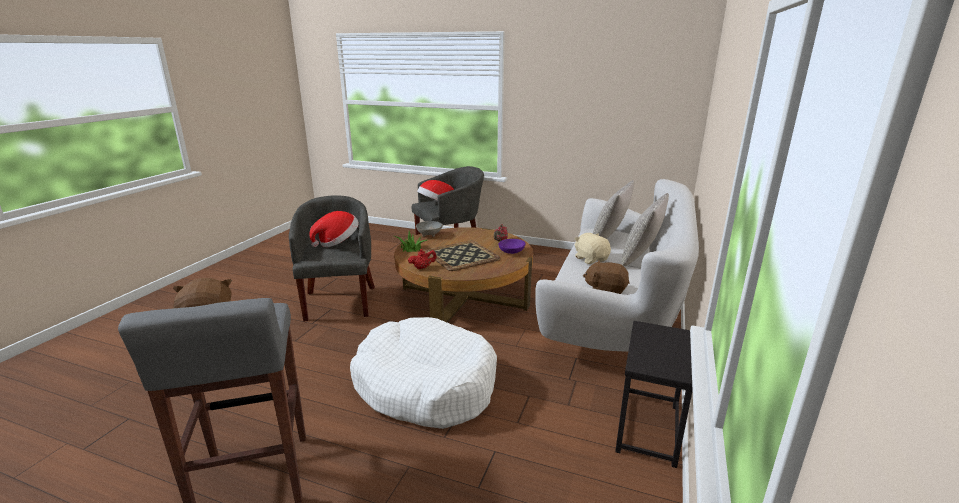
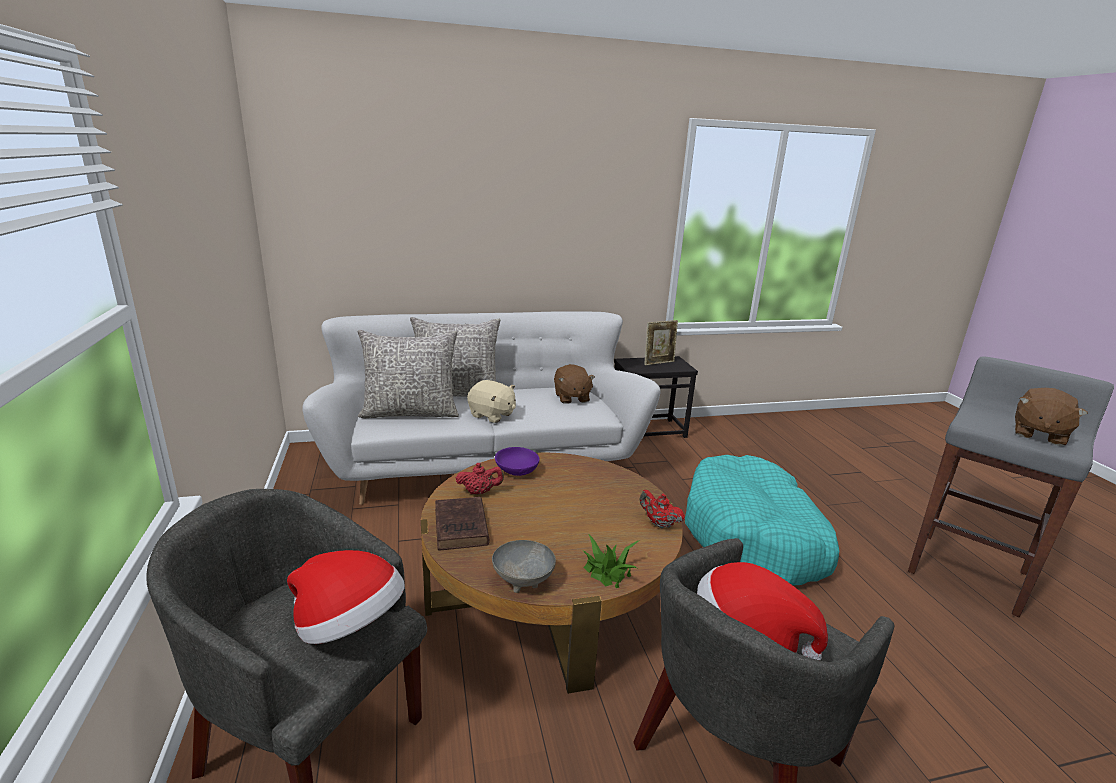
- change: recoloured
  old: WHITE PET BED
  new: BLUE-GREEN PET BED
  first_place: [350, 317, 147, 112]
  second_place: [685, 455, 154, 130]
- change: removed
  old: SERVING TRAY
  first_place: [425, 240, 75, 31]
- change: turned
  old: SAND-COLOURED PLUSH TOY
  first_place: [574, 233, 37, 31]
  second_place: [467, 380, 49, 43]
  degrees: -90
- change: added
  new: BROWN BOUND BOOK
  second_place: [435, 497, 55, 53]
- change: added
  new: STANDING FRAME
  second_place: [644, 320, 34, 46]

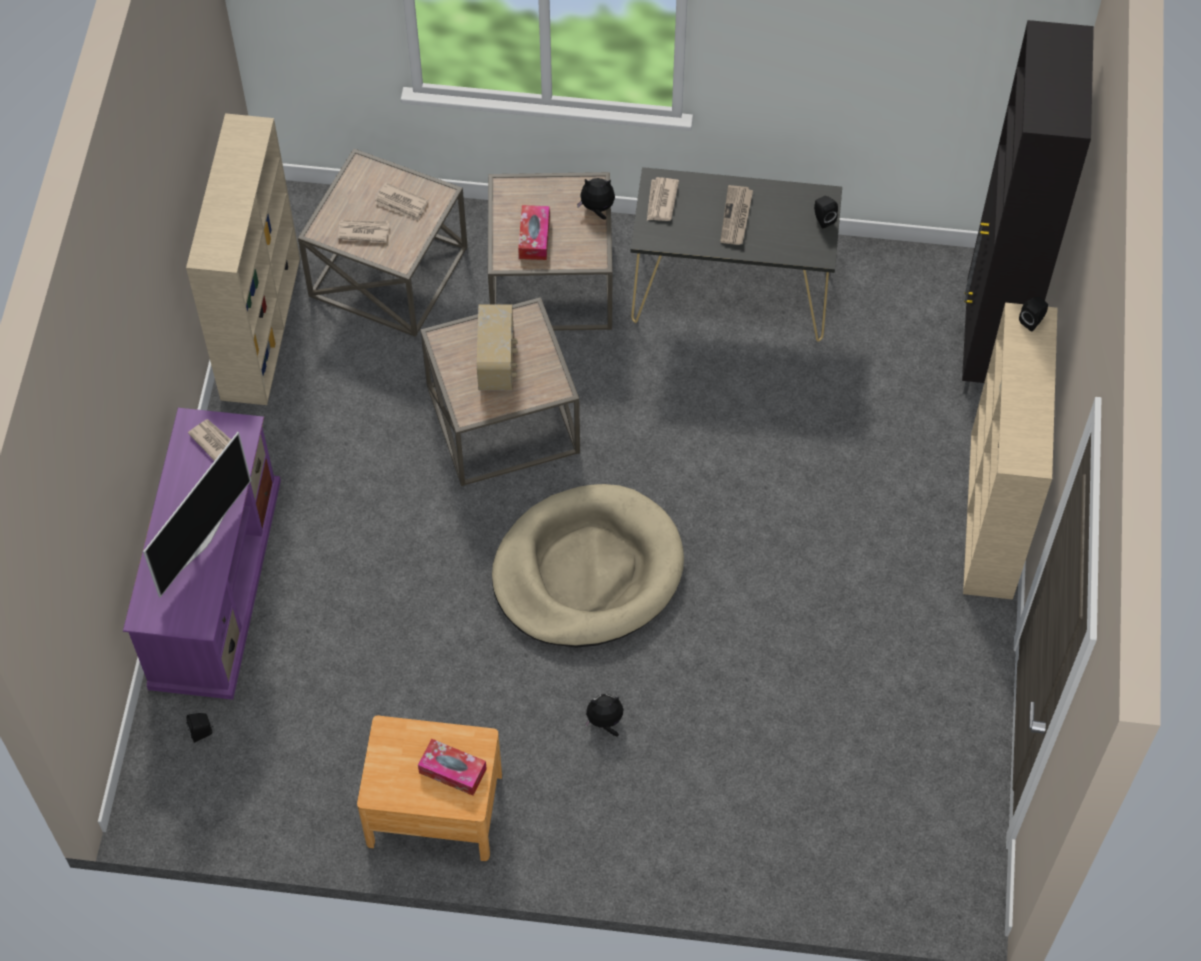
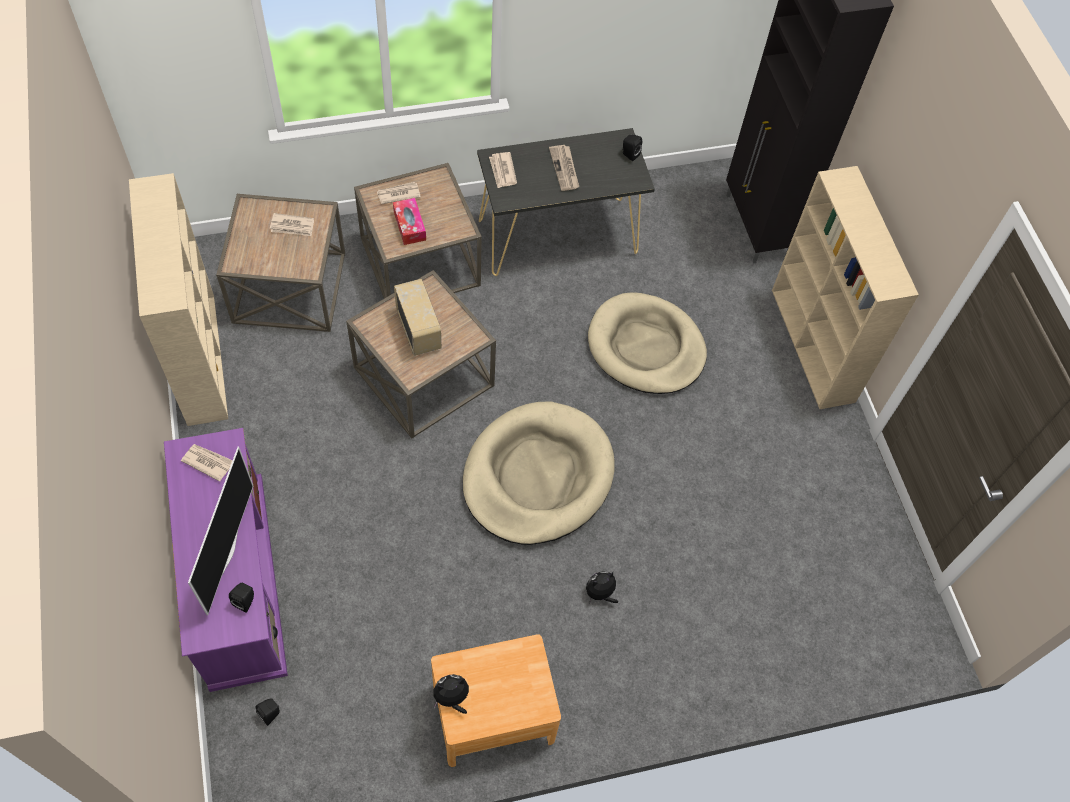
- change: moved
  old: PRINTED PAPER
  first_place: [338, 220, 51, 22]
  second_place: [377, 182, 44, 22]
- change: removed
  old: TISSUE BOX
  first_place: [418, 739, 69, 57]
- change: moved
  old: PLUSH TOY
  first_place: [577, 178, 38, 42]
  second_place: [433, 674, 36, 40]
- change: moved
  old: BLACK AUDIO SPEAKER
  first_place: [1019, 297, 29, 34]
  second_place: [229, 582, 25, 31]
- change: added
  new: SAND-COLOURED PET BED
  second_place: [588, 293, 119, 101]

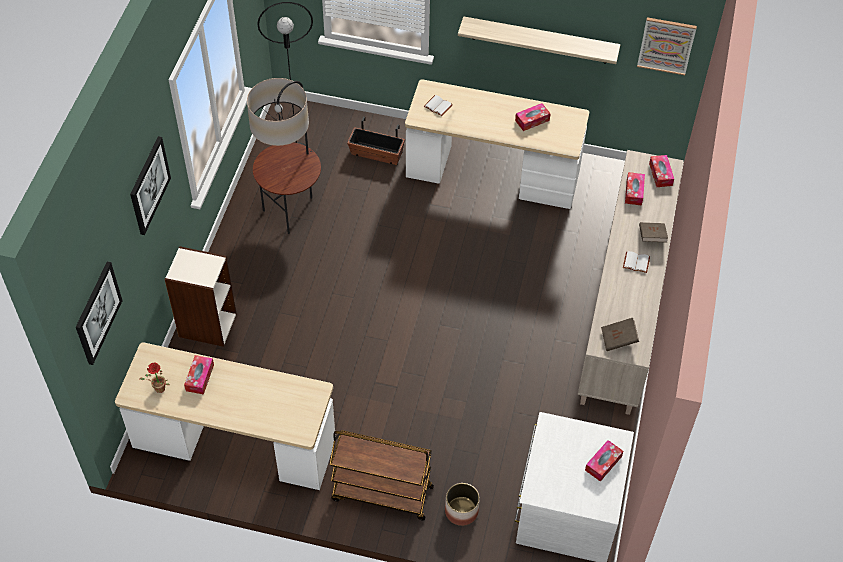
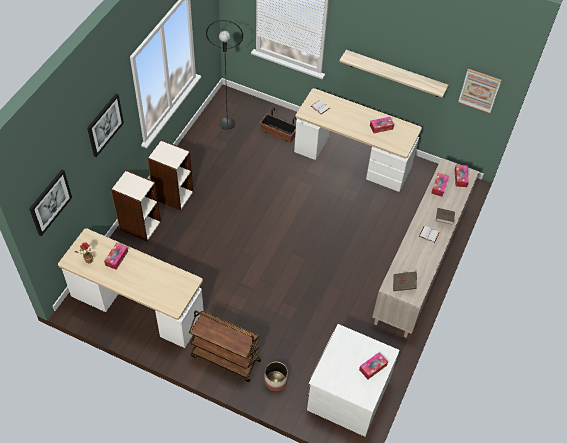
- change: removed
  old: STANDARD LAMP
  first_place: [247, 78, 74, 156]
- change: added
  new: BOOKSHELF
  second_place: [147, 140, 46, 71]

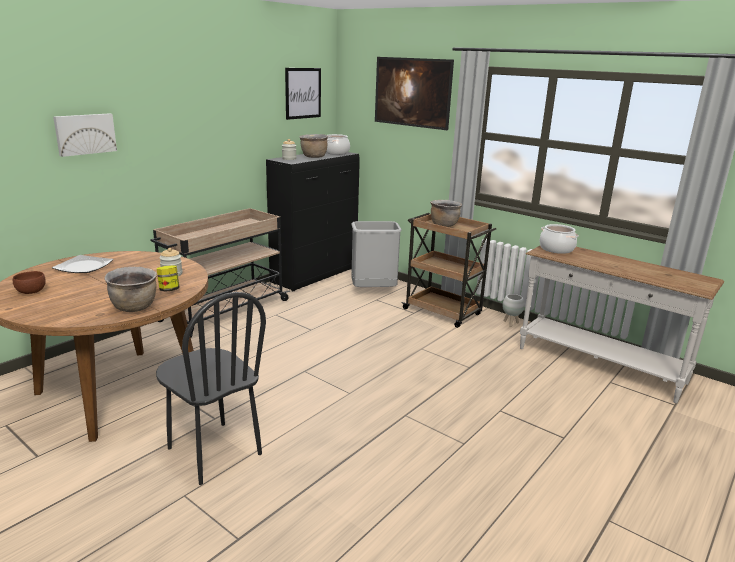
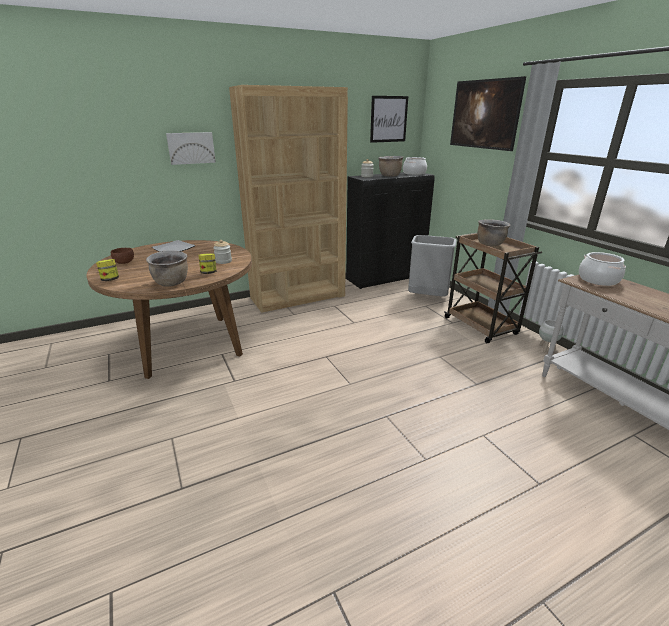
- change: replaced
  old: SAND-COLOURED TROLLEY
  new: BROWN BOOKSHELF
  first_place: [150, 208, 140, 130]
  second_place: [229, 85, 119, 228]
- change: removed
  old: BLACK CHAIR
  first_place: [156, 292, 110, 193]
- change: added
  new: JAR
  second_place: [96, 259, 23, 22]

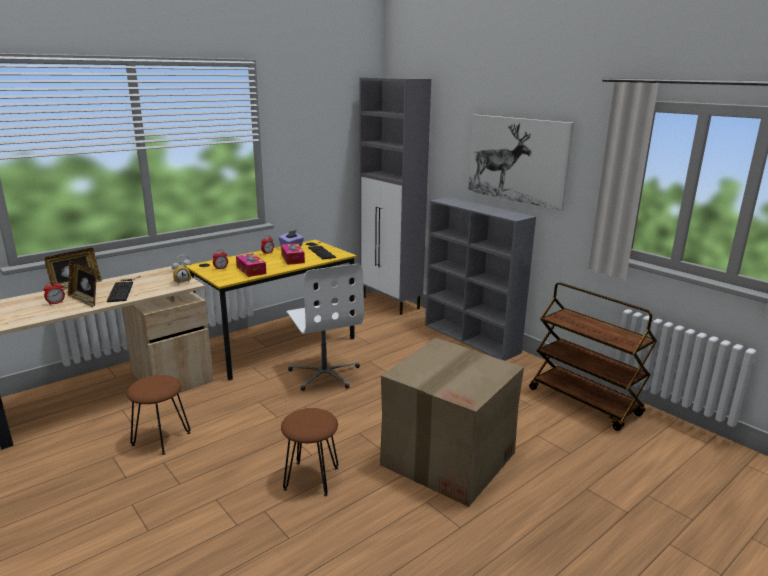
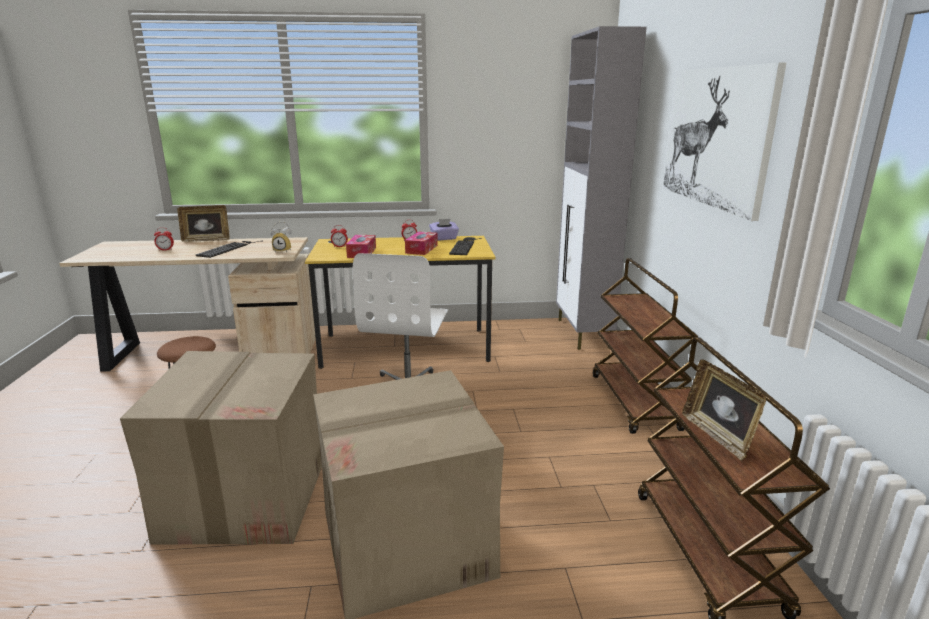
- change: moved
  old: STANDING FRAME
  first_place: [68, 261, 29, 46]
  second_place: [682, 359, 84, 102]
- change: replaced
  old: BROWN STOOL SEAT
  new: PACKING BOX
  first_place: [281, 408, 57, 88]
  second_place: [120, 351, 202, 193]
- change: replaced
  old: GRAY BOOKSHELF
  new: BROWN TROLLEY
  first_place: [425, 197, 111, 164]
  second_place: [593, 258, 105, 176]

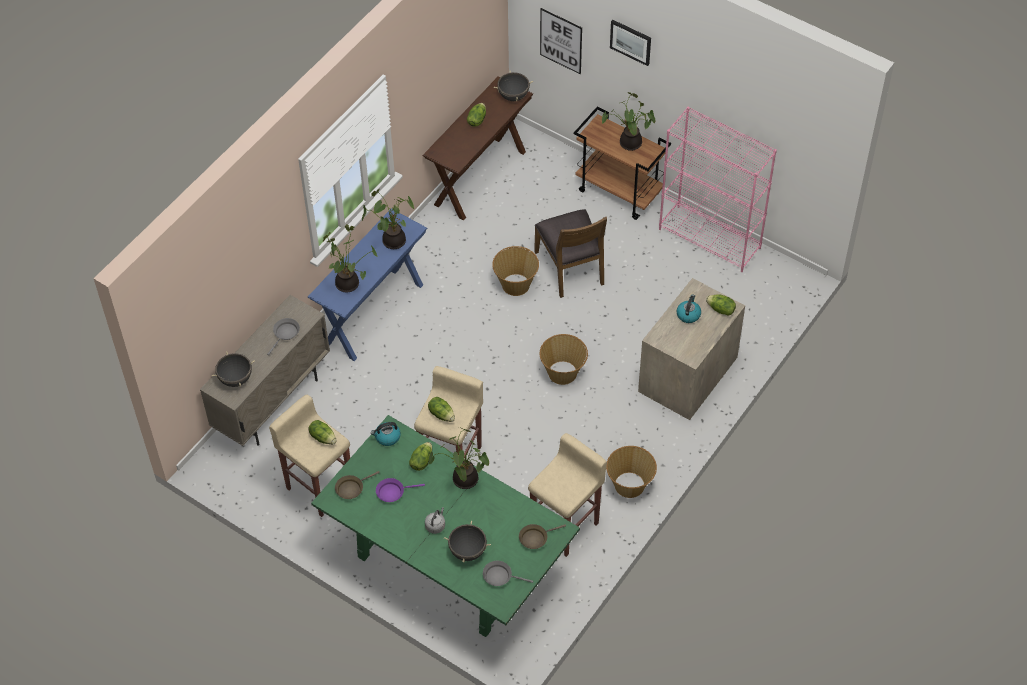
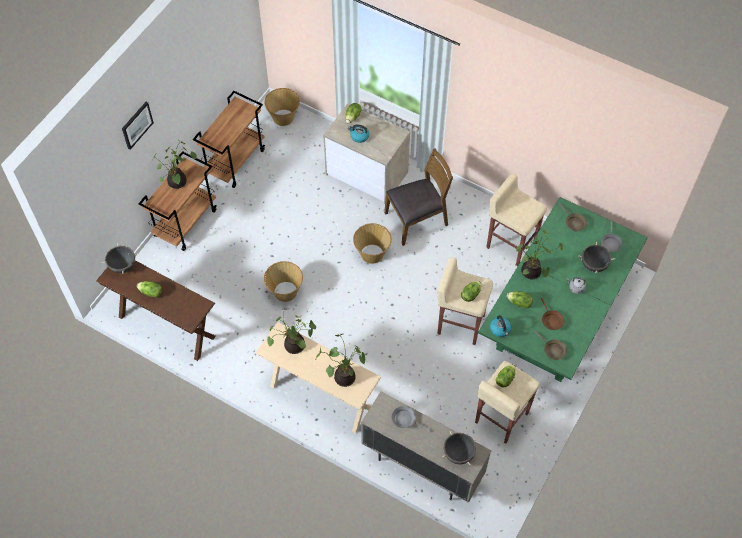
- change: recoloured
  old: BLUISH HALL TABLE
  new: SAND-COLOURED HALL TABLE
  first_place: [308, 208, 120, 153]
  second_place: [256, 322, 125, 112]
- change: recoloured
  old: PURPLISH SKILLET
  new: BROWN SKILLET
  first_place: [376, 478, 49, 24]
  second_place: [541, 298, 23, 32]
- change: moved
  old: BROWN CHAIR
  first_place: [534, 210, 73, 88]
  second_place: [384, 148, 69, 98]
- change: removed
  old: WALL PICTURE
  first_place: [540, 8, 42, 66]
- change: moved
  old: STORAGE BASKET
  first_place: [606, 446, 51, 52]
  second_place: [264, 88, 36, 38]
- change: replaced
  old: PINK-COLOURED BOOKSHELF
  new: BROWN TROLLEY
  first_place: [659, 107, 118, 165]
  second_place: [193, 91, 72, 97]

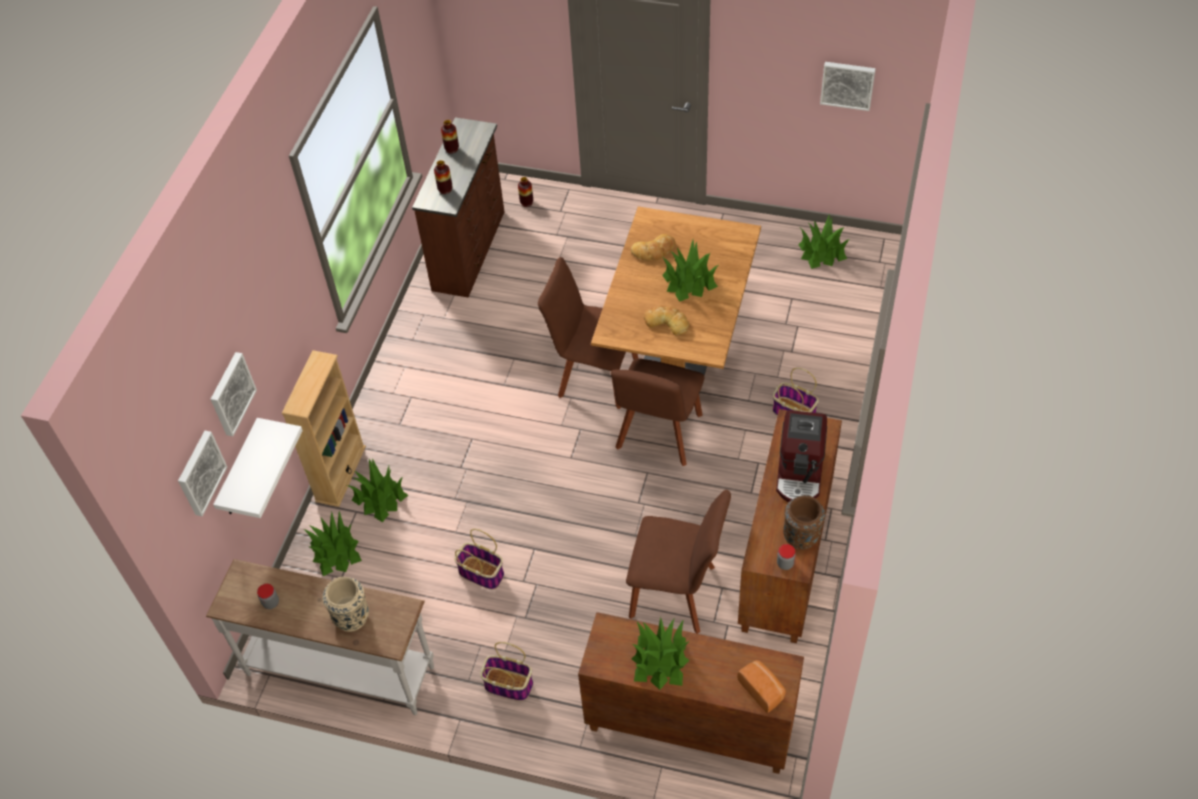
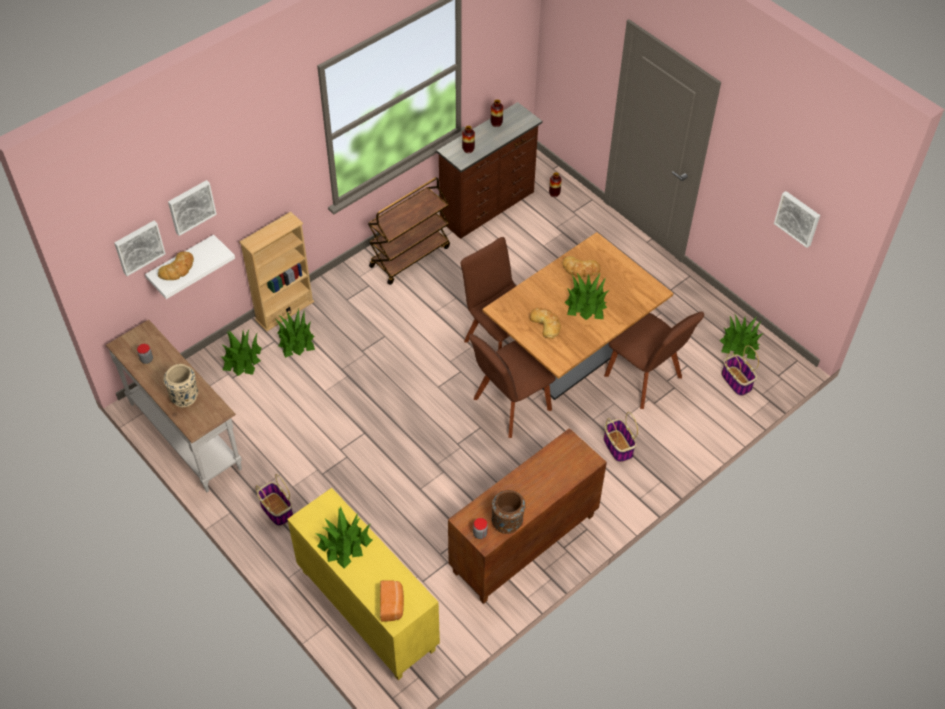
- change: moved
  old: STORAGE BASKET
  first_place: [454, 529, 50, 61]
  second_place: [721, 345, 38, 51]
- change: recoloured
  old: BROWN STORAGE CABINET
  new: YELLOW-COLOURED STORAGE CABINET
  first_place: [578, 612, 226, 162]
  second_place: [287, 488, 153, 192]
- change: moved
  old: BROWN CHAIR
  first_place: [626, 490, 105, 144]
  second_place: [604, 311, 100, 98]
- change: removed
  old: COFFEE MAKER
  first_place: [776, 410, 51, 92]
- change: added
  new: BAKERY BREAD
  second_place: [158, 252, 36, 28]
- change: added
  new: BROWN TROLLEY
  second_place: [368, 177, 82, 108]

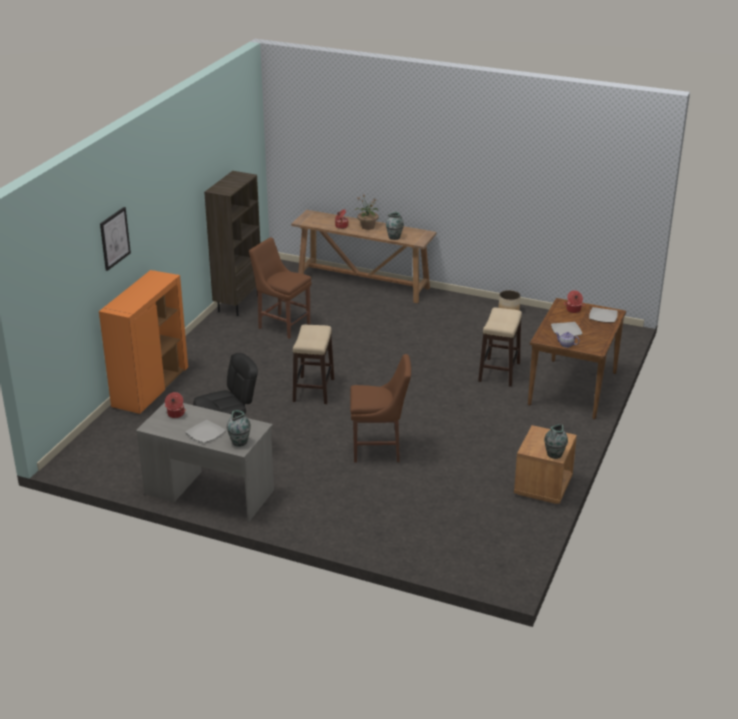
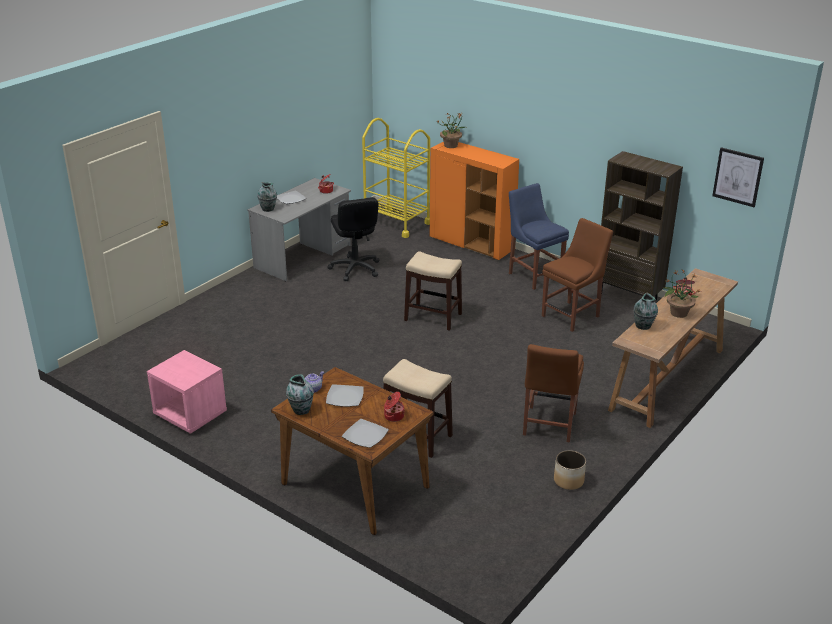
- change: moved
  old: WALL PICTURE
  first_place: [100, 207, 31, 64]
  second_place: [712, 147, 52, 60]
- change: moved
  old: BROWN CHAIR
  first_place: [350, 354, 61, 109]
  second_place: [523, 344, 61, 99]
- change: recoloured
  old: BROWN NIGHT TABLE
  new: PINK-COLOURED NIGHT TABLE
  first_place: [514, 425, 63, 79]
  second_place: [147, 350, 80, 84]
- change: moved
  old: VASE
  first_place: [544, 424, 24, 35]
  second_place: [286, 374, 28, 41]
- change: added
  new: YELLOW-COLOURED TROLLEY
  second_place: [362, 118, 68, 120]
- change: added
  new: HOUSEPLANT
  second_place: [437, 113, 28, 35]
- change: added
  new: BLUISH CHAIR
  second_place: [509, 183, 60, 107]

